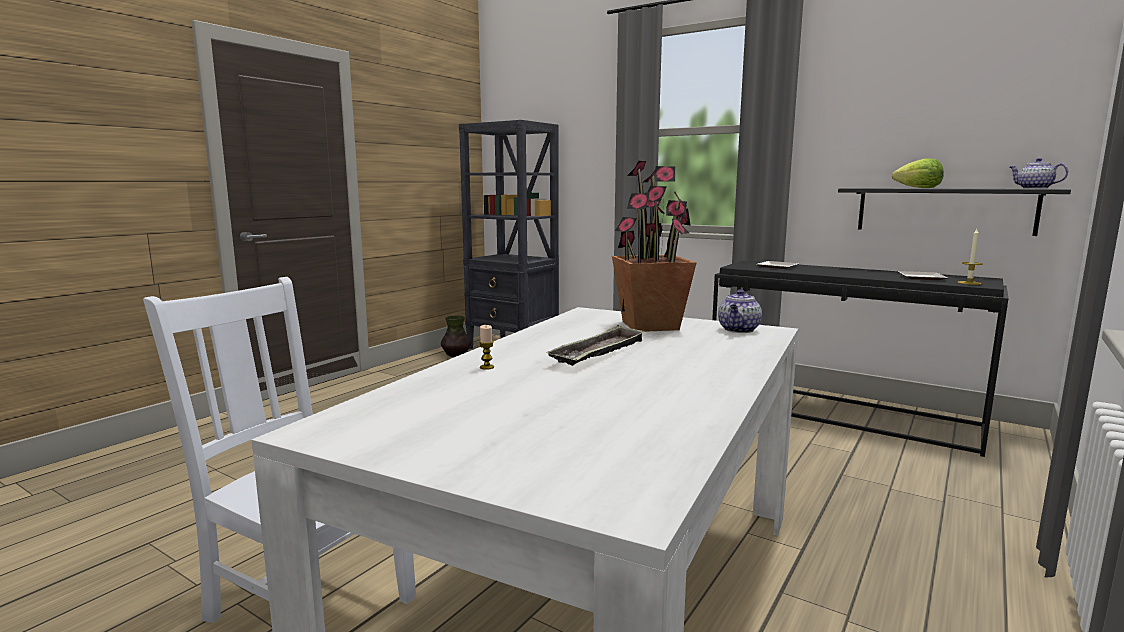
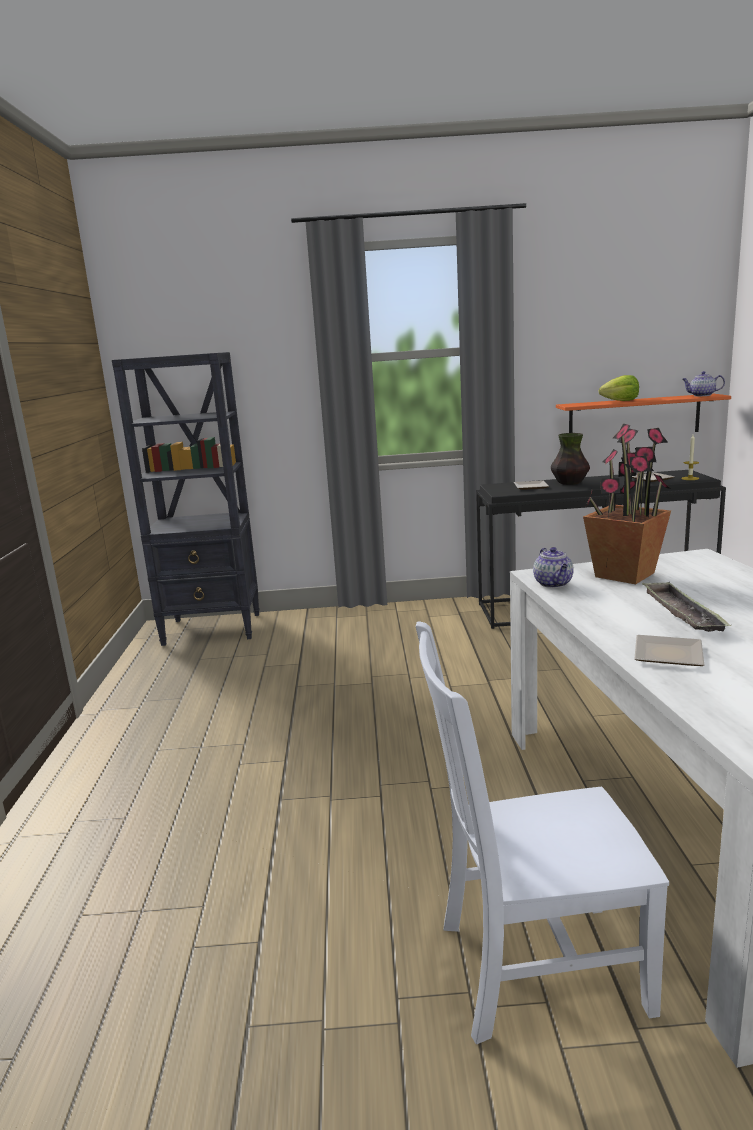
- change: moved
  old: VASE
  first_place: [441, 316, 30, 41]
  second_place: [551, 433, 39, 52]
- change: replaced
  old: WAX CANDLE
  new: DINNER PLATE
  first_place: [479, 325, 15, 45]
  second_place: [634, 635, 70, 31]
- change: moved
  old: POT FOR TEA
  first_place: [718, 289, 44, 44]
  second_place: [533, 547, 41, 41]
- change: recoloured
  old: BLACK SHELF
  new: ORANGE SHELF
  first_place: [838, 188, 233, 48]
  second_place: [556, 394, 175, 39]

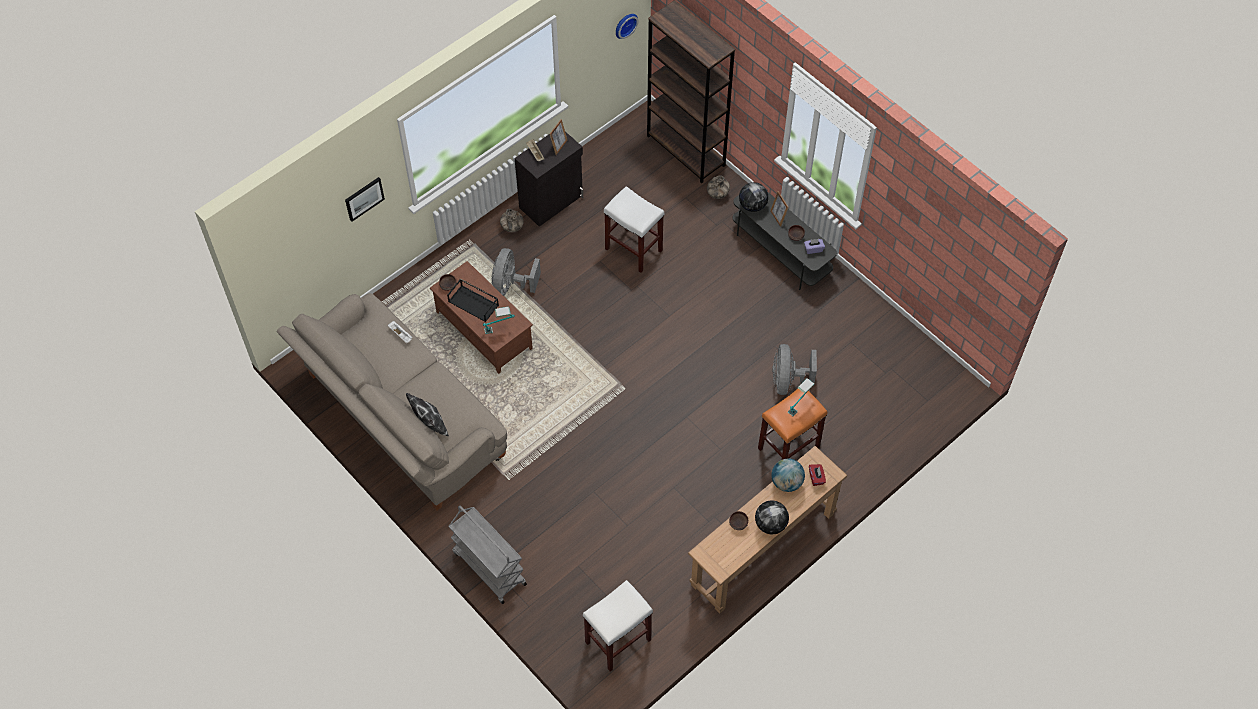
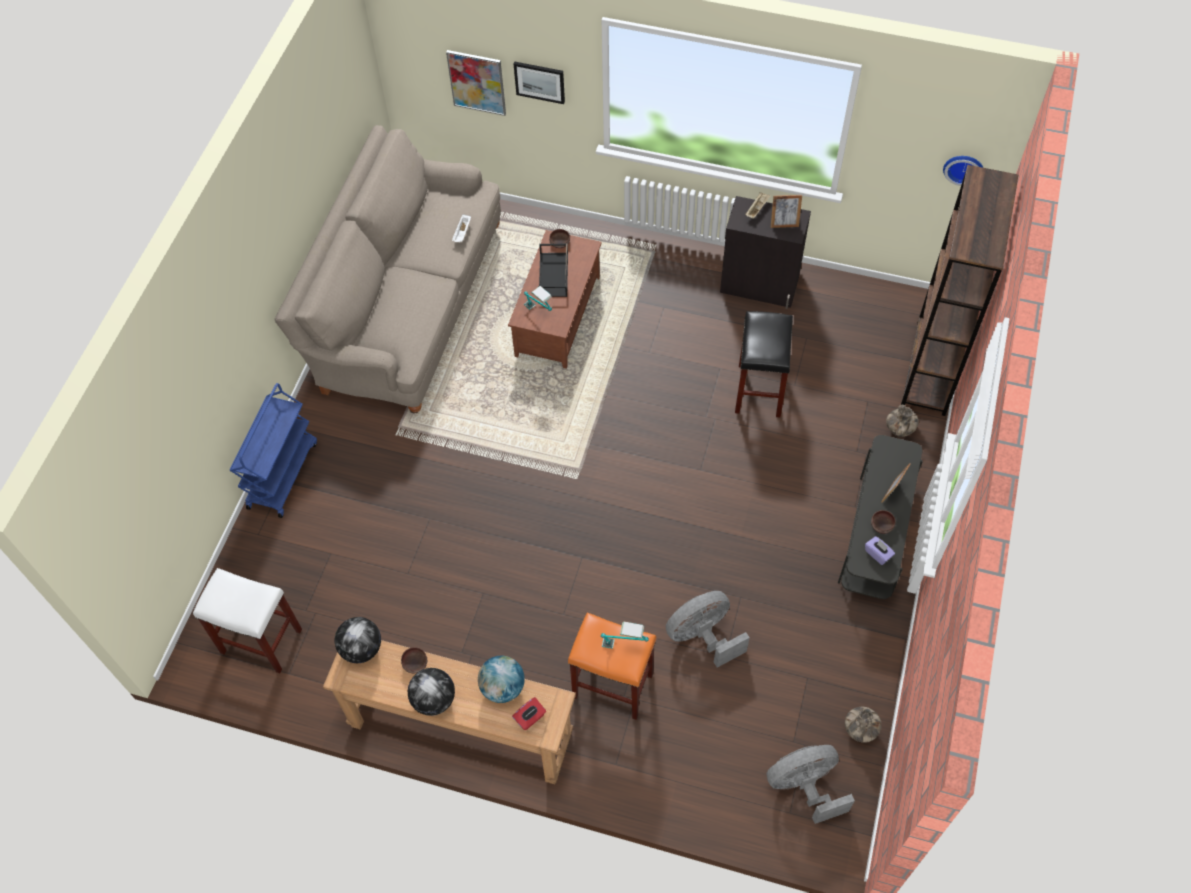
- change: removed
  old: PILLOW
  first_place: [406, 393, 43, 44]
- change: recoloured
  old: GRAY TROLLEY
  new: BLUISH TROLLEY
  first_place: [449, 505, 78, 99]
  second_place: [230, 383, 87, 135]
- change: moved
  old: GRAY FAN
  first_place: [491, 248, 50, 48]
  second_place: [767, 745, 88, 79]
- change: moved
  old: VASE
  first_place: [500, 209, 24, 23]
  second_place: [845, 707, 36, 36]
- change: recoloured
  old: WHITE STOOL SEAT
  new: BLACK STOOL SEAT
  first_place: [604, 186, 60, 87]
  second_place: [735, 311, 58, 107]
- change: moved
  old: WORLD GLOBE
  first_place: [739, 182, 29, 30]
  second_place: [335, 617, 46, 46]
- change: added
  new: WALL PICTURE
  second_place: [446, 50, 60, 66]

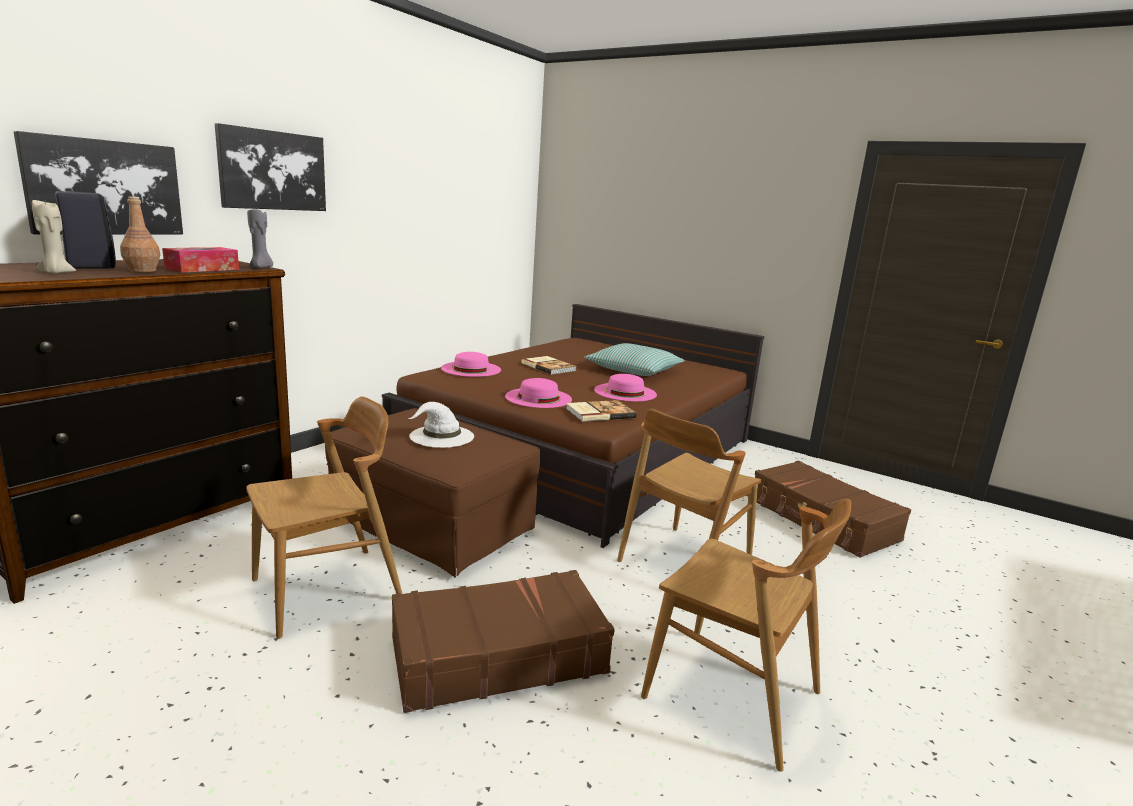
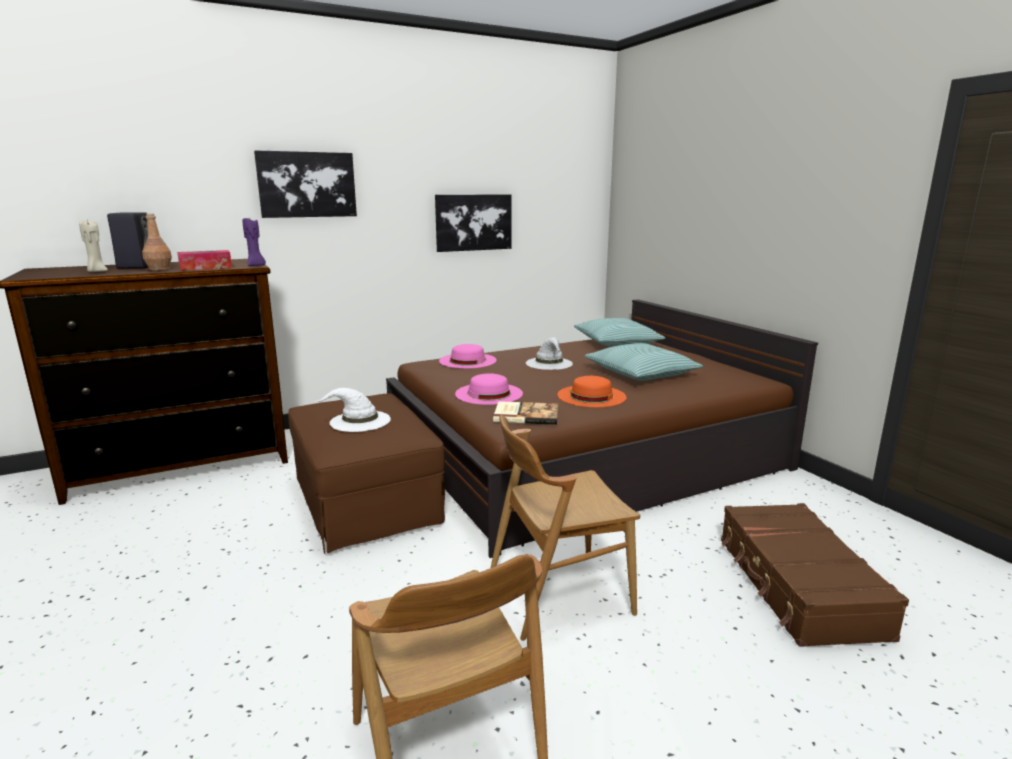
- change: moved
  old: WALL PICTURE
  first_place: [13, 131, 170, 104]
  second_place: [435, 194, 77, 58]
- change: removed
  old: BROWN CHAIR
  first_place: [246, 397, 156, 242]
- change: recoloured
  old: GRAY WAX CANDLE
  new: PURPLISH WAX CANDLE
  first_place: [247, 209, 26, 59]
  second_place: [242, 218, 24, 48]
- change: removed
  old: BROWN TRAVEL CASE
  first_place: [392, 570, 223, 143]
- change: replaced
  old: BOUND BOOK
  new: WHITE WEARABLE HAT
  first_place: [521, 356, 56, 19]
  second_place: [526, 337, 47, 33]
- change: recoloured
  old: PINK-COLOURED WEARABLE HAT
  new: ORANGE WEARABLE HAT
  first_place: [594, 374, 63, 27]
  second_place: [557, 376, 70, 31]
- change: added
  new: PILLOW
  second_place: [574, 318, 91, 29]

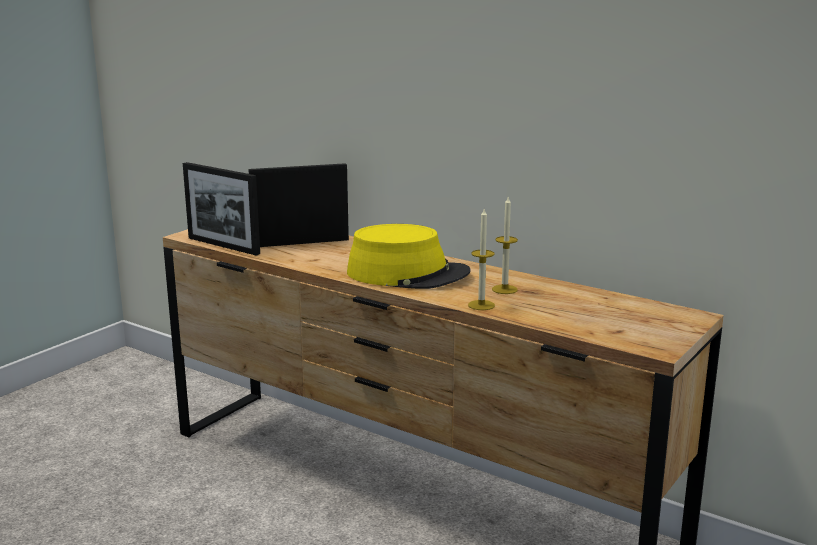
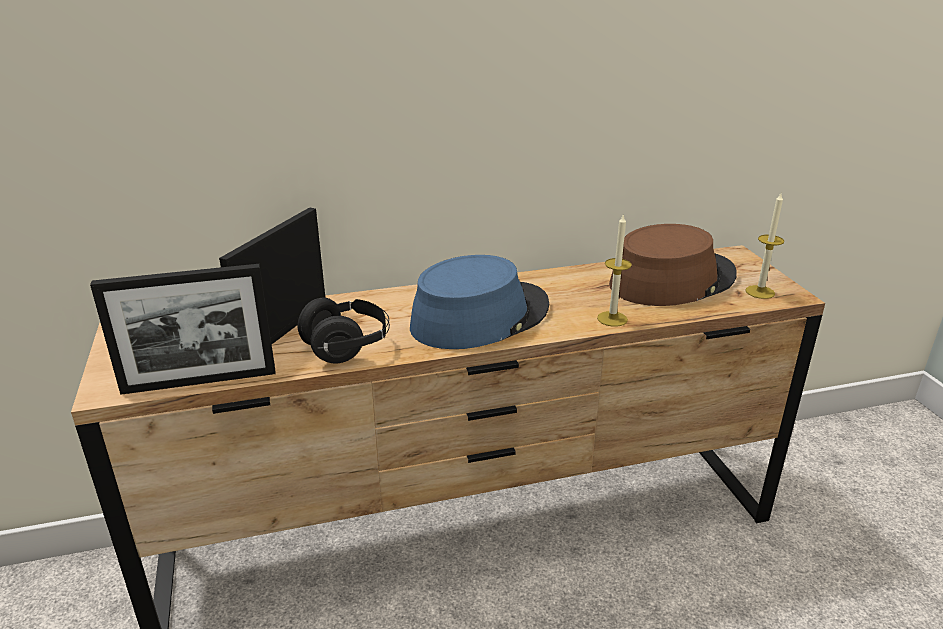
- change: recoloured
  old: YELLOW-COLOURED WEARABLE HAT
  new: BLUISH WEARABLE HAT
  first_place: [347, 224, 124, 65]
  second_place: [410, 255, 139, 94]
- change: moved
  old: WAX CANDLE
  first_place: [492, 197, 26, 97]
  second_place: [745, 193, 39, 106]
- change: added
  new: BLACK HEADSET
  second_place: [297, 297, 93, 67]
- change: added
  new: BROWN WEARABLE HAT
  second_place: [609, 224, 128, 82]

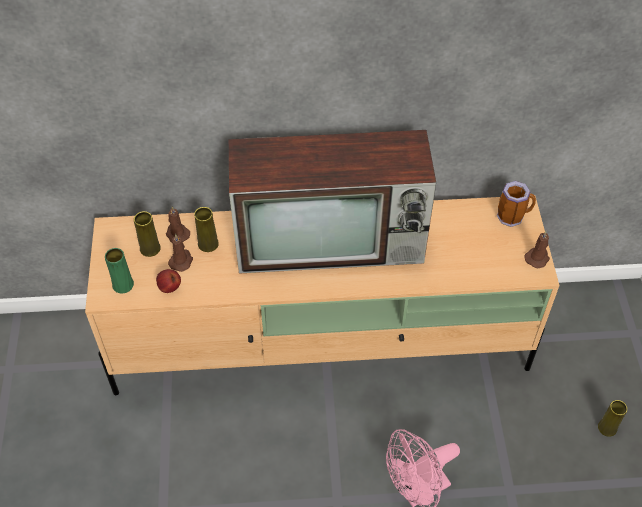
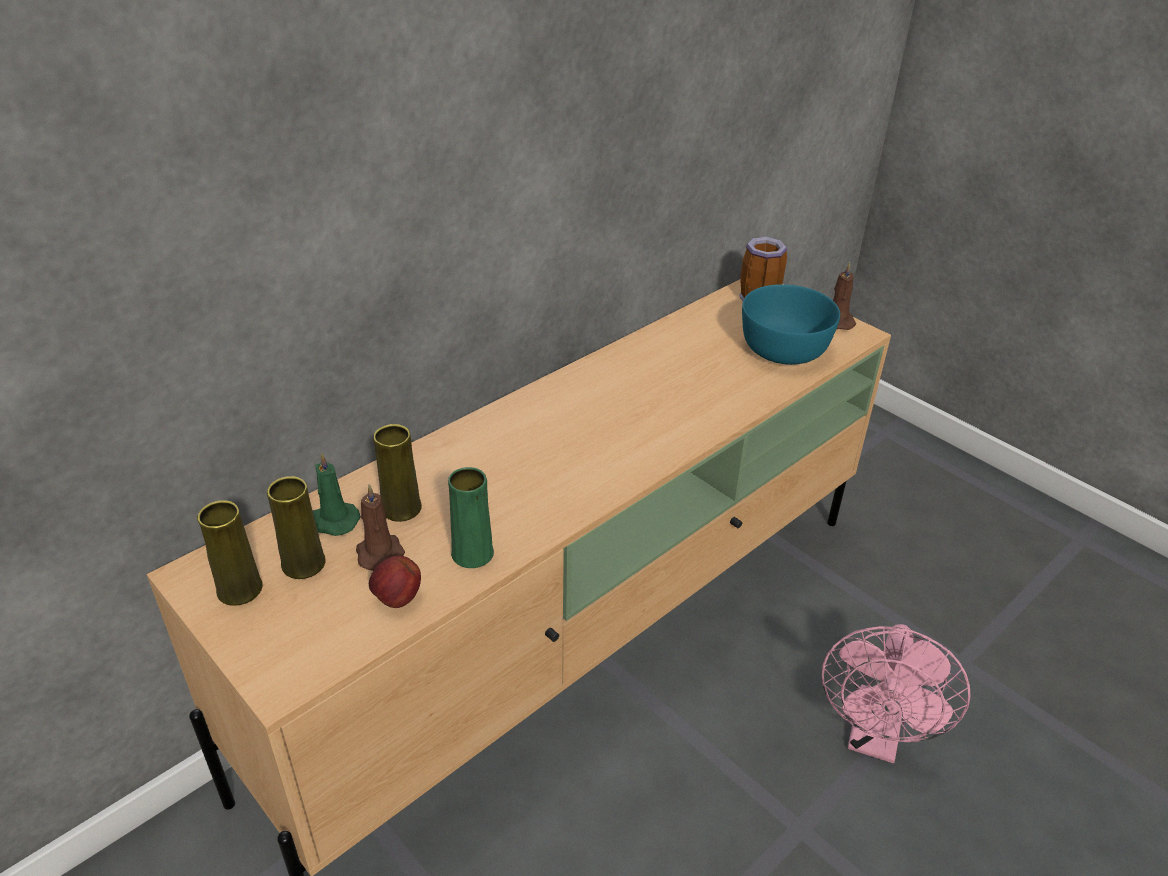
- change: moved
  old: GREEN-COLOURED VASE
  first_place: [105, 248, 29, 46]
  second_place: [448, 467, 46, 101]
- change: recoloured
  old: BROWN WAX CANDLE
  new: GREEN-COLOURED WAX CANDLE
  first_place: [166, 206, 24, 37]
  second_place: [313, 452, 48, 84]
- change: removed
  old: TV SET
  first_place: [229, 130, 207, 144]
- change: moved
  old: YELLOW-COLOURED VASE
  first_place: [598, 400, 29, 37]
  second_place: [197, 500, 66, 106]
- change: added
  new: BLUE-GREEN BOWL
  second_place: [742, 284, 98, 81]

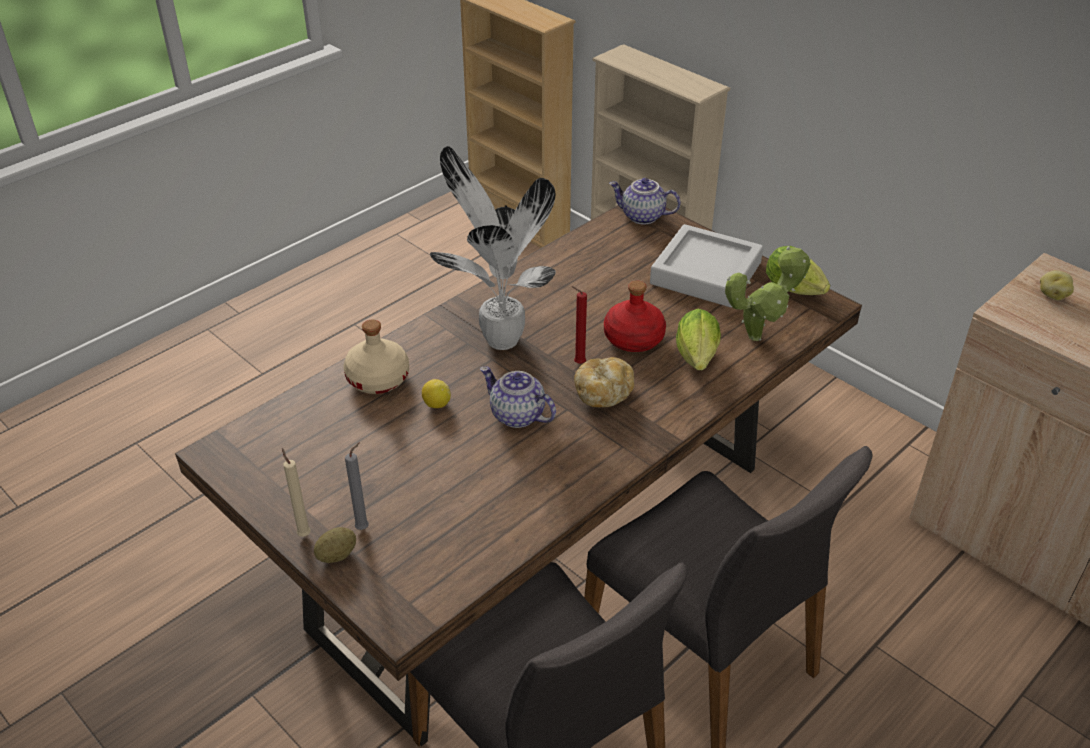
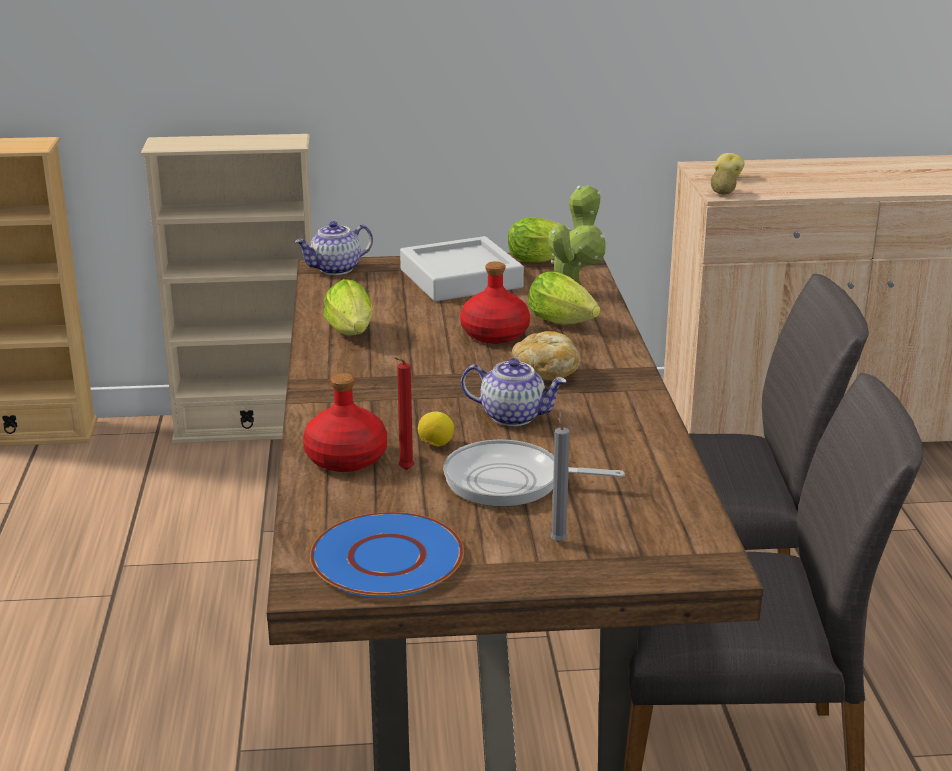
- change: removed
  old: SAND-COLOURED WAX CANDLE
  first_place: [282, 448, 29, 89]
- change: moved
  old: POTATO
  first_place: [314, 527, 42, 36]
  second_place: [711, 169, 25, 25]
- change: recoloured
  old: SAND-COLOURED DRINK BOTTLE
  new: REDDISH DRINK BOTTLE
  first_place: [344, 320, 65, 74]
  second_place: [303, 373, 84, 99]
- change: removed
  old: HOUSEPLANT
  first_place: [430, 146, 126, 204]
- change: turned
  old: POT FOR TEA
  first_place: [480, 366, 76, 62]
  second_place: [461, 358, 106, 68]
  degrees: -150
- change: moved
  old: REDDISH WAX CANDLE
  first_place: [571, 286, 16, 78]
  second_place: [394, 357, 20, 113]
- change: added
  new: BLUISH DINNER PLATE
  second_place: [310, 512, 154, 86]
- change: added
  new: HEAD OF LETTUCE
  second_place: [324, 279, 49, 57]
- change: added
  new: SKILLET
  second_place: [443, 440, 182, 67]

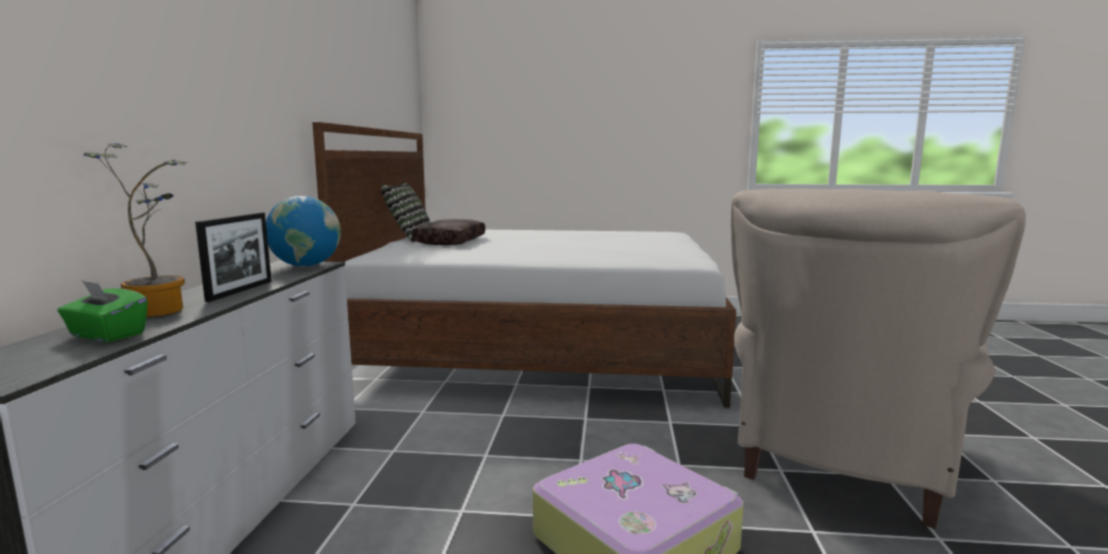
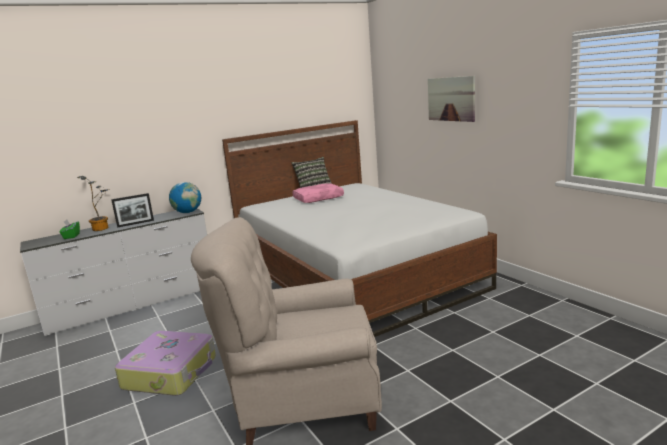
- change: recoloured
  old: BROWN PILLOW
  new: PINK-COLOURED PILLOW
  first_place: [412, 219, 73, 26]
  second_place: [292, 183, 52, 20]
- change: added
  new: WALL PICTURE
  second_place: [428, 76, 47, 46]

